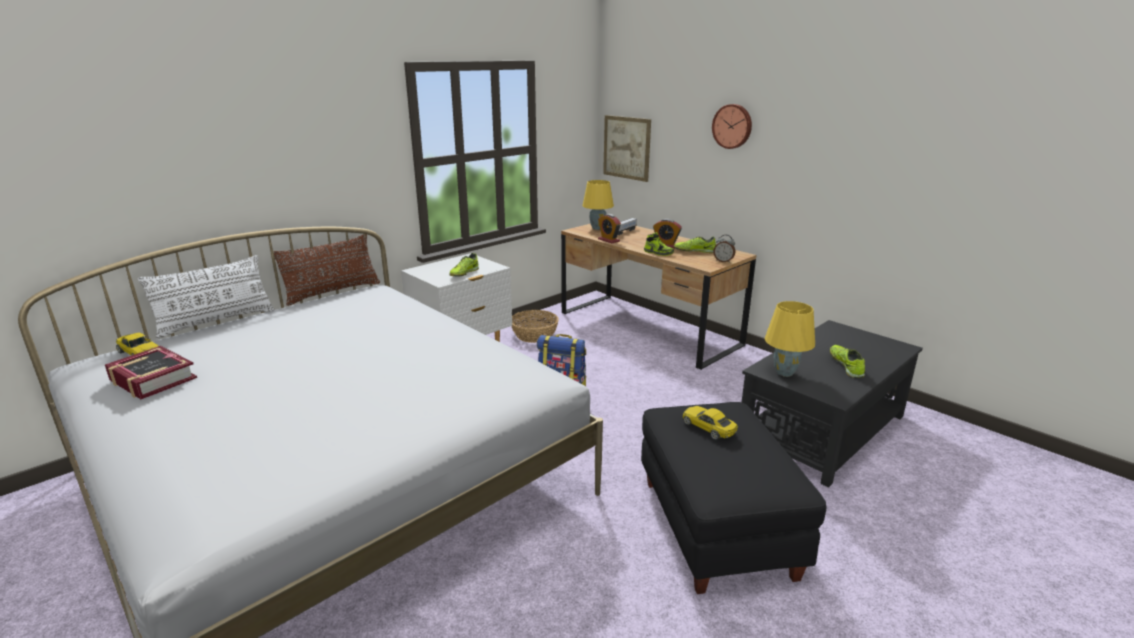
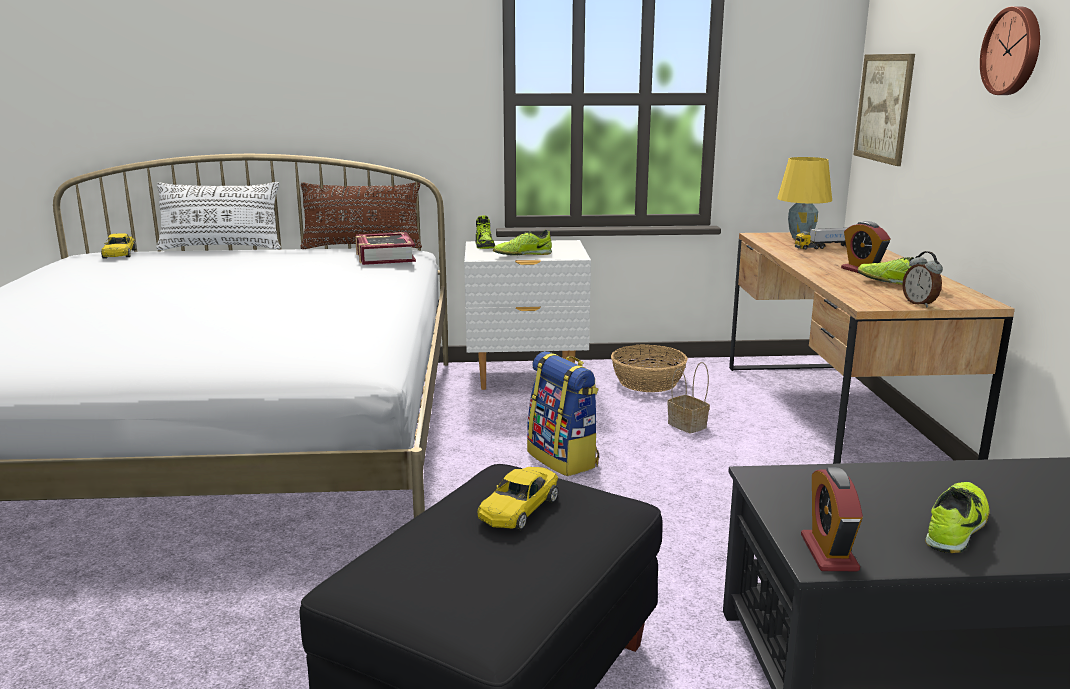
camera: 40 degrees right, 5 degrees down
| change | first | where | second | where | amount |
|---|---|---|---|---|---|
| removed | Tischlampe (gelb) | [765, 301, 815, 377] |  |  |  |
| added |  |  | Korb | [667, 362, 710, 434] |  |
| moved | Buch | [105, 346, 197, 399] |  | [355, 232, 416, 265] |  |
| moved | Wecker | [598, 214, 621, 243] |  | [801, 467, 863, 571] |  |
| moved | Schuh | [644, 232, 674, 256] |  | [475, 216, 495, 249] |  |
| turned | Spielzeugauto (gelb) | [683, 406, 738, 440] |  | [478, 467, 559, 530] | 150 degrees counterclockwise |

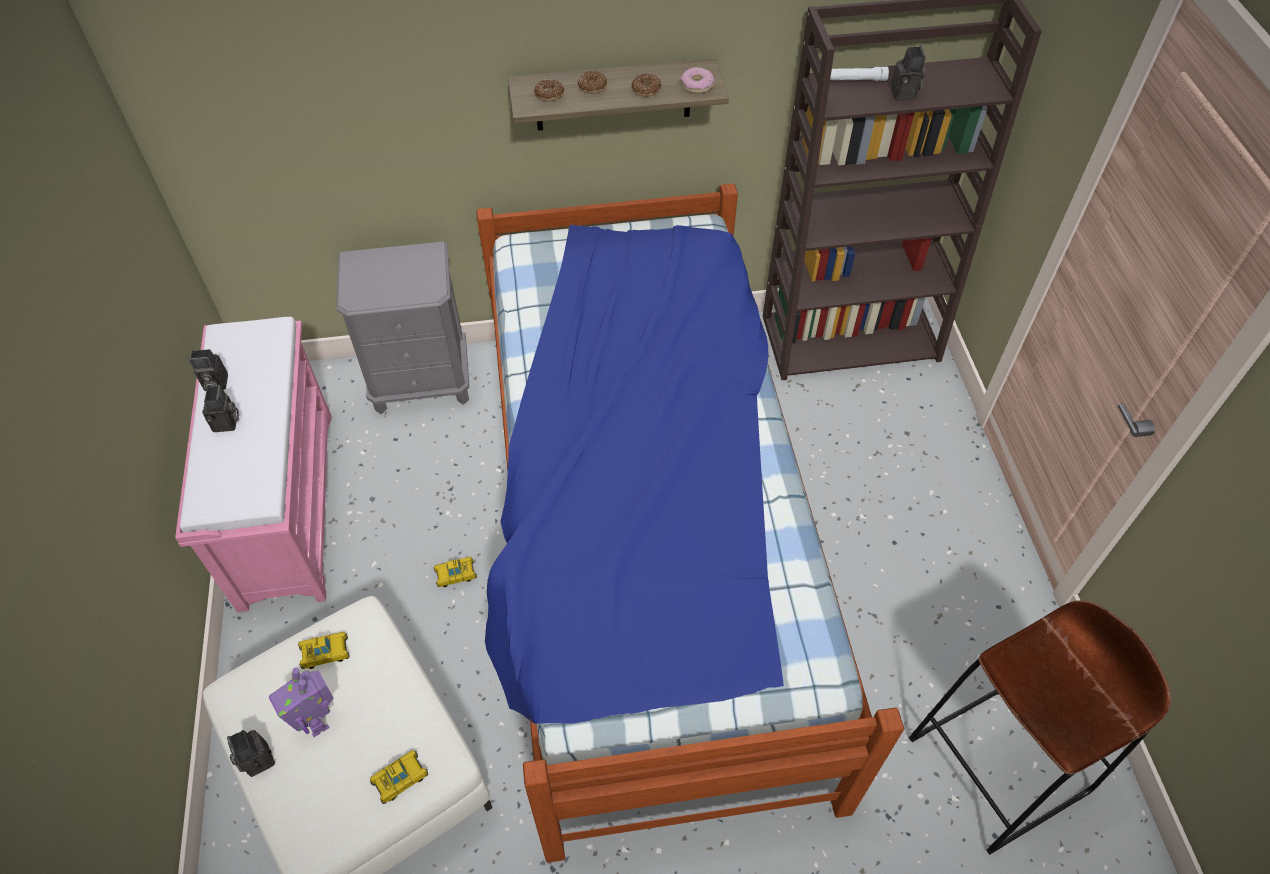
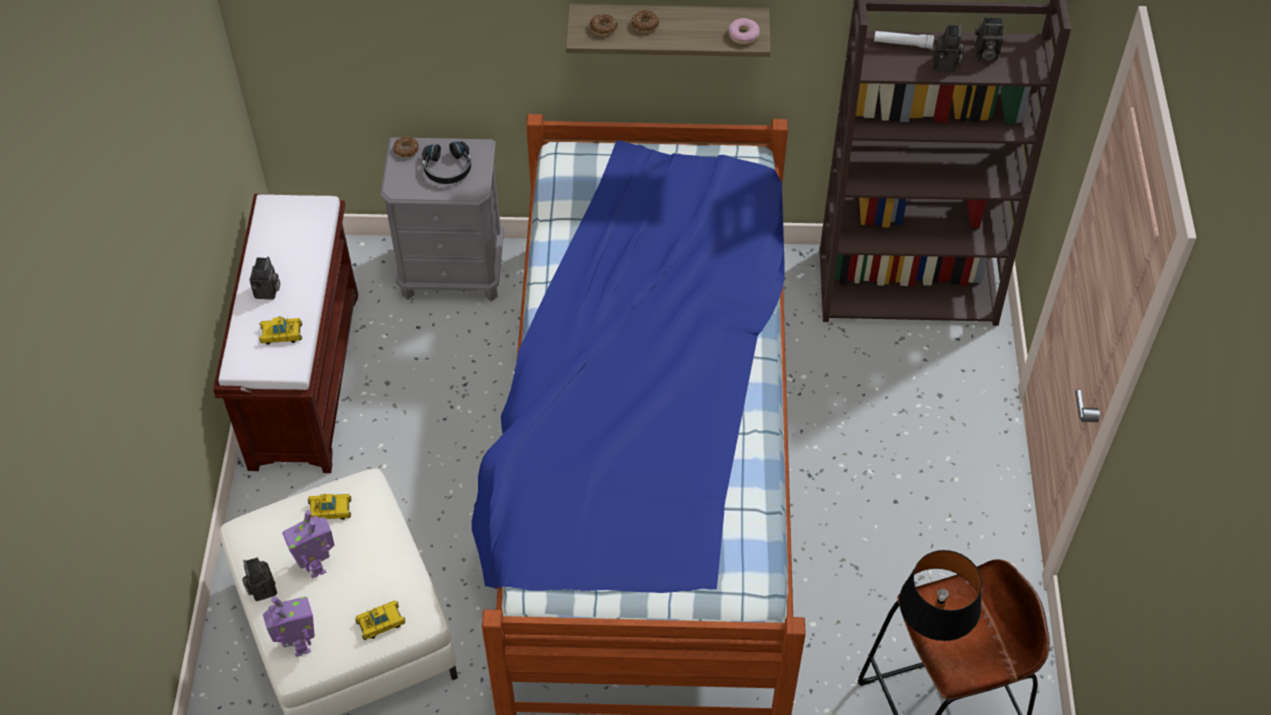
camera: 10 degrees right, 0 degrees up
| change | first | where | second | where | amount |
|---|---|---|---|---|---|
| added |  |  | Spielzeugroboter | [263, 596, 315, 657] |  |
| added |  |  | Kopfhörer (schwarz) | [422, 141, 471, 184] |  |
| added |  |  | Tischlampe (schwarz) | [899, 550, 982, 641] |  |
| moved | Kamera | [189, 349, 228, 391] |  | [975, 17, 1004, 61] |  |
| moved | Spielzeugauto | [433, 557, 477, 587] |  | [259, 316, 302, 345] |  |
| moved | Donut | [631, 74, 661, 96] |  | [393, 137, 419, 158] |  |
| recoloured | Bank (rosa) | [175, 317, 331, 612] | Bank (braun) | [213, 194, 358, 473] |  |

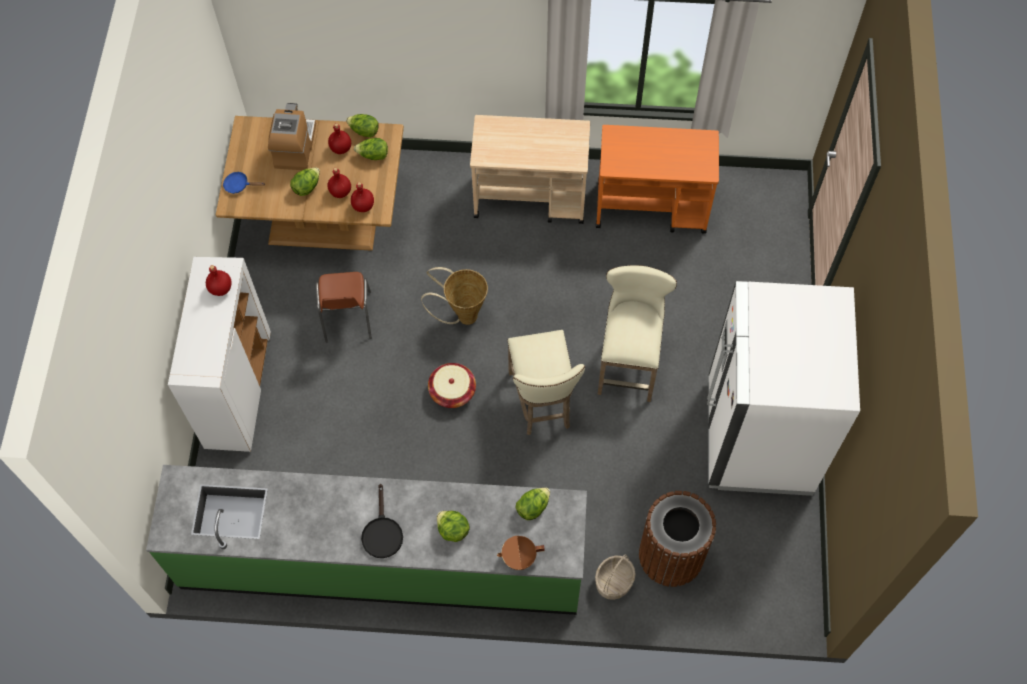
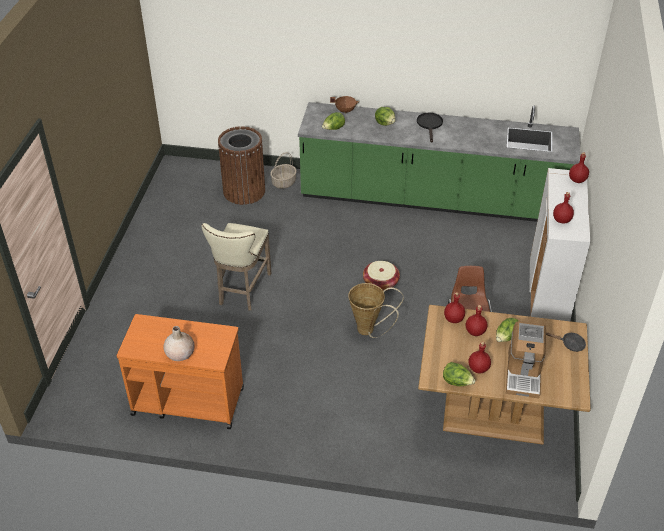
camera: 175 degrees left, 20 degrees down
| change | first | where | second | where | amount |
|---|---|---|---|---|---|
| removed | Salatkopf | [354, 138, 388, 160] |  |  |  |
| removed | Rollwagen (beige) | [470, 115, 590, 224] |  |  |  |
| removed | Hocker (beige) | [507, 330, 585, 435] |  |  |  |
| removed | Kühlschrank (weiß) | [707, 281, 860, 496] |  |  |  |
| added |  |  | Vase (beige) | [164, 326, 195, 361] |  |
| added |  |  | Flasche (rot) | [569, 152, 589, 183] |  |
| recoloured | Pfanne (blau) | [223, 171, 265, 194] | Pfanne (schwarz) | [546, 332, 586, 352] |  |

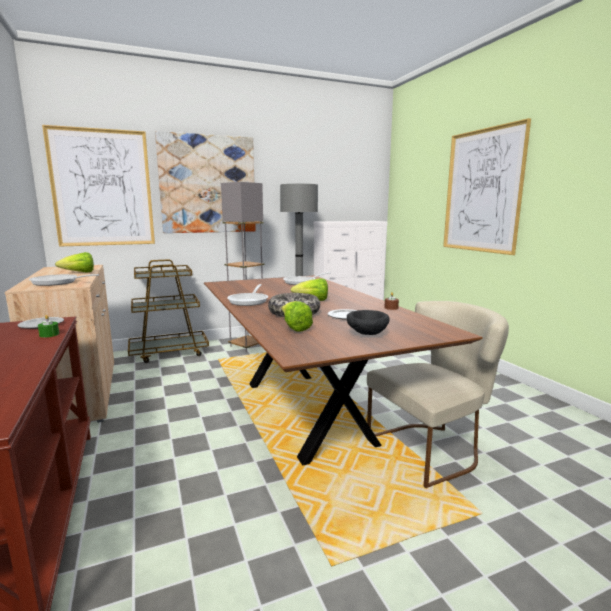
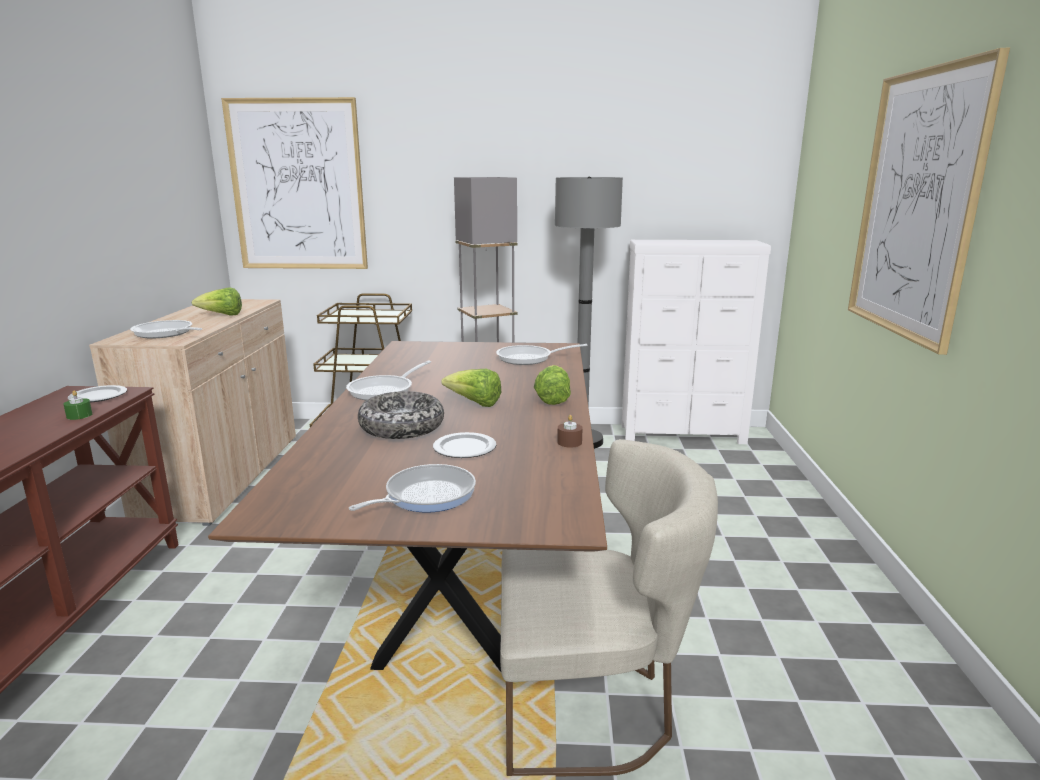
camera: 25 degrees right, 5 degrees up
| change | first | where | second | where | amount |
|---|---|---|---|---|---|
| removed | Bild | [155, 131, 256, 233] |  |  |  |
| moved | Salatkopf | [281, 301, 313, 332] |  | [534, 365, 571, 405] |  |
| replaced | Schüssel (schwarz) | [347, 310, 390, 335] | Pfanne | [349, 464, 476, 513] |  |

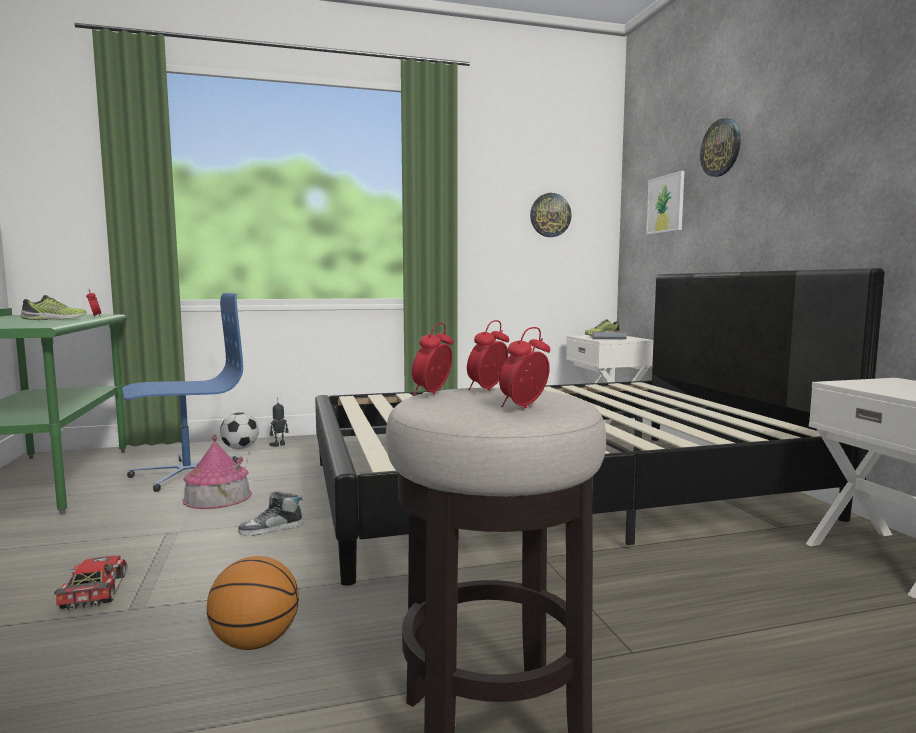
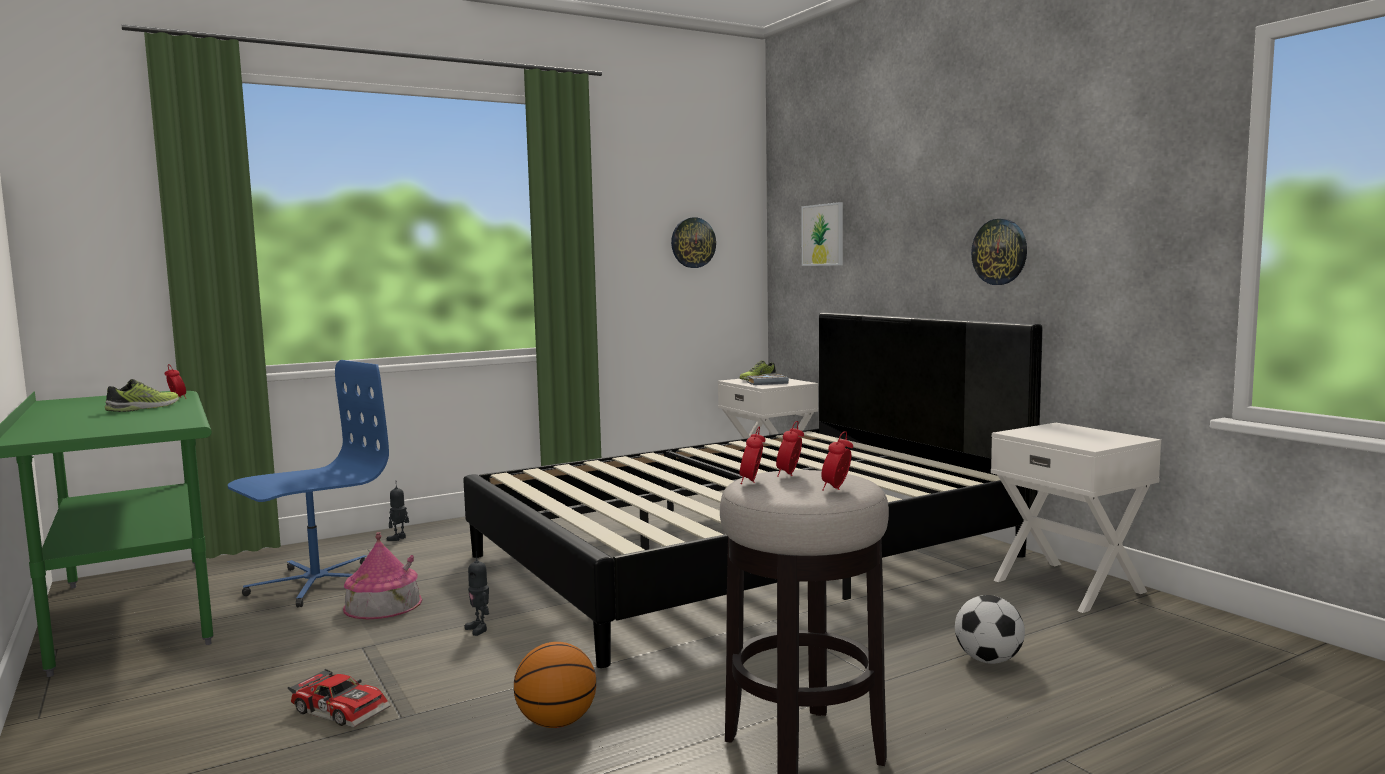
camera: 15 degrees left, 0 degrees up
| change | first | where | second | where | amount |
|---|---|---|---|---|---|
| moved | Fußball | [220, 412, 259, 449] |  | [955, 595, 1025, 664] |  |
| moved | Wanduhr | [700, 118, 741, 177] |  | [971, 219, 1027, 285] |  |
| replaced | Schuh | [238, 491, 303, 536] | Spielzeugroboter | [464, 551, 489, 636] |  |
| turned | Spielzeugauto | [54, 555, 128, 610] |  | [288, 669, 391, 727] | 150 degrees clockwise |

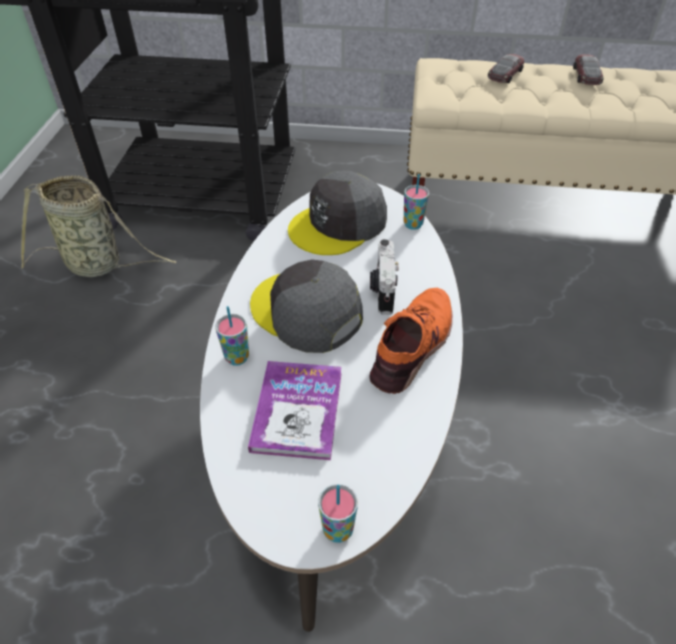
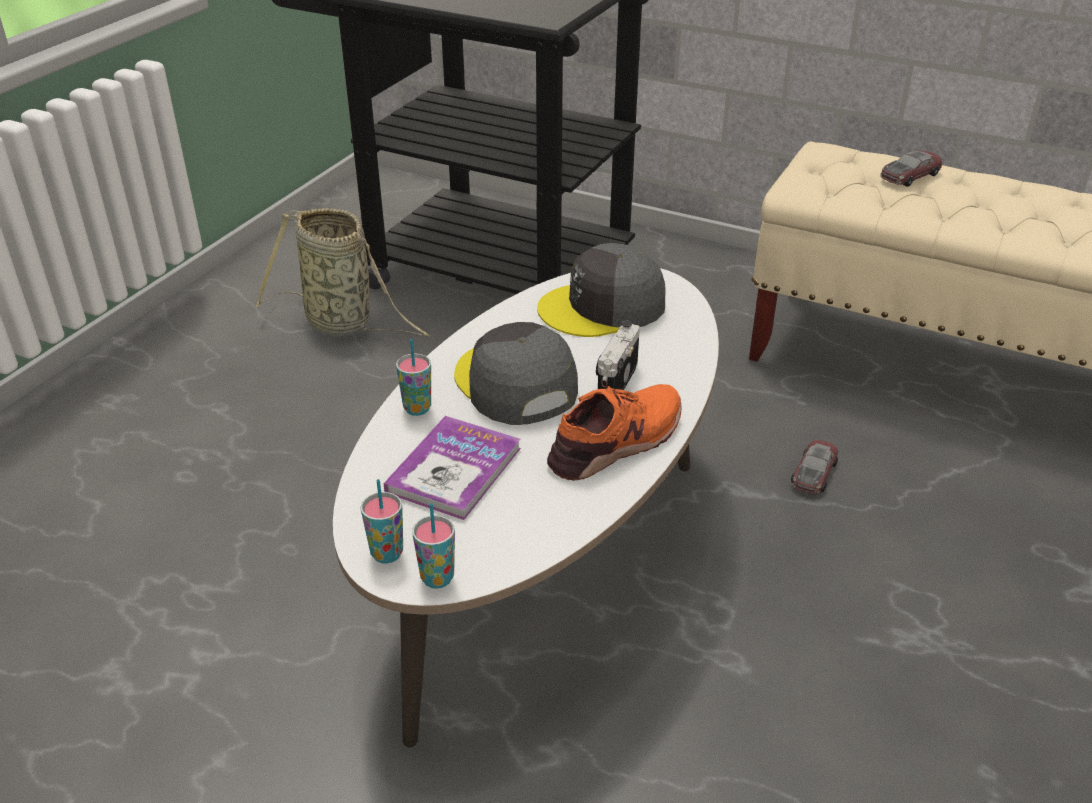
camera: 20 degrees right, 10 degrees down
| change | first | where | second | where | amount |
|---|---|---|---|---|---|
| moved | Tasse | [404, 174, 429, 230] |  | [360, 479, 403, 564] |  |
| moved | Spielzeugauto | [573, 54, 603, 85] |  | [791, 440, 838, 494] |  |

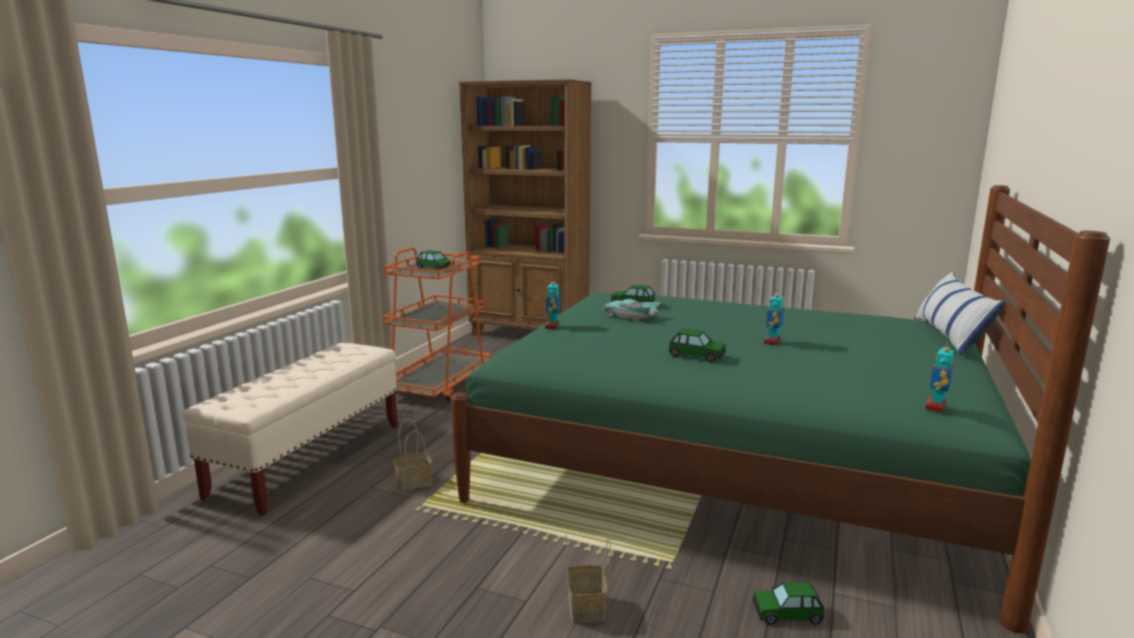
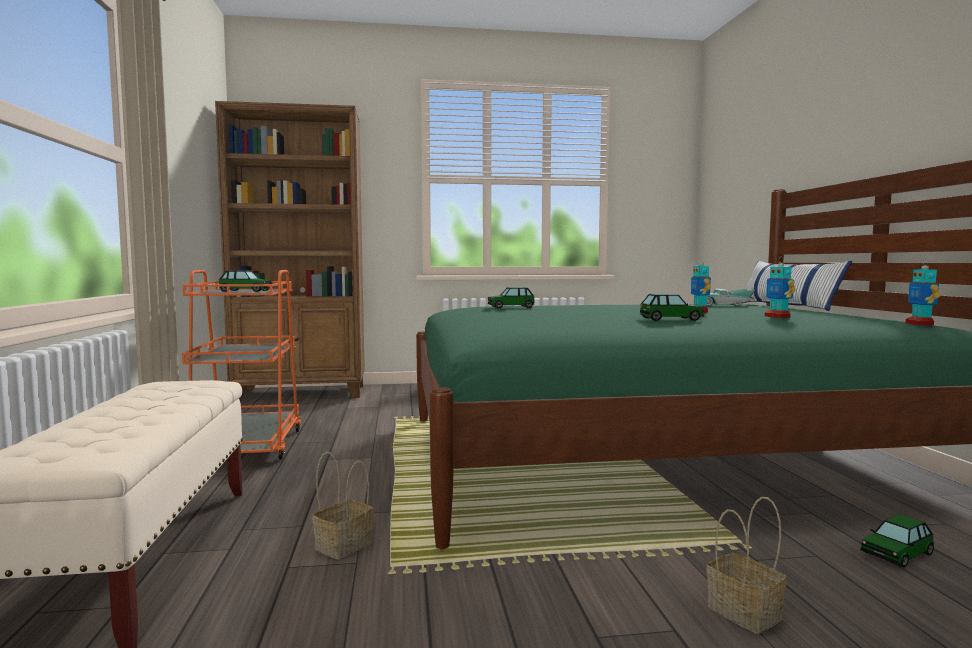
camera: 30 degrees left, 10 degrees down
| change | first | where | second | where | amount |
|---|---|---|---|---|---|
| moved | Spielzeugroboter | [545, 278, 561, 329] |  | [765, 258, 796, 318] |  |
| moved | Spielzeugauto (türkis) | [604, 299, 662, 321] |  | [706, 289, 755, 306] |  |

